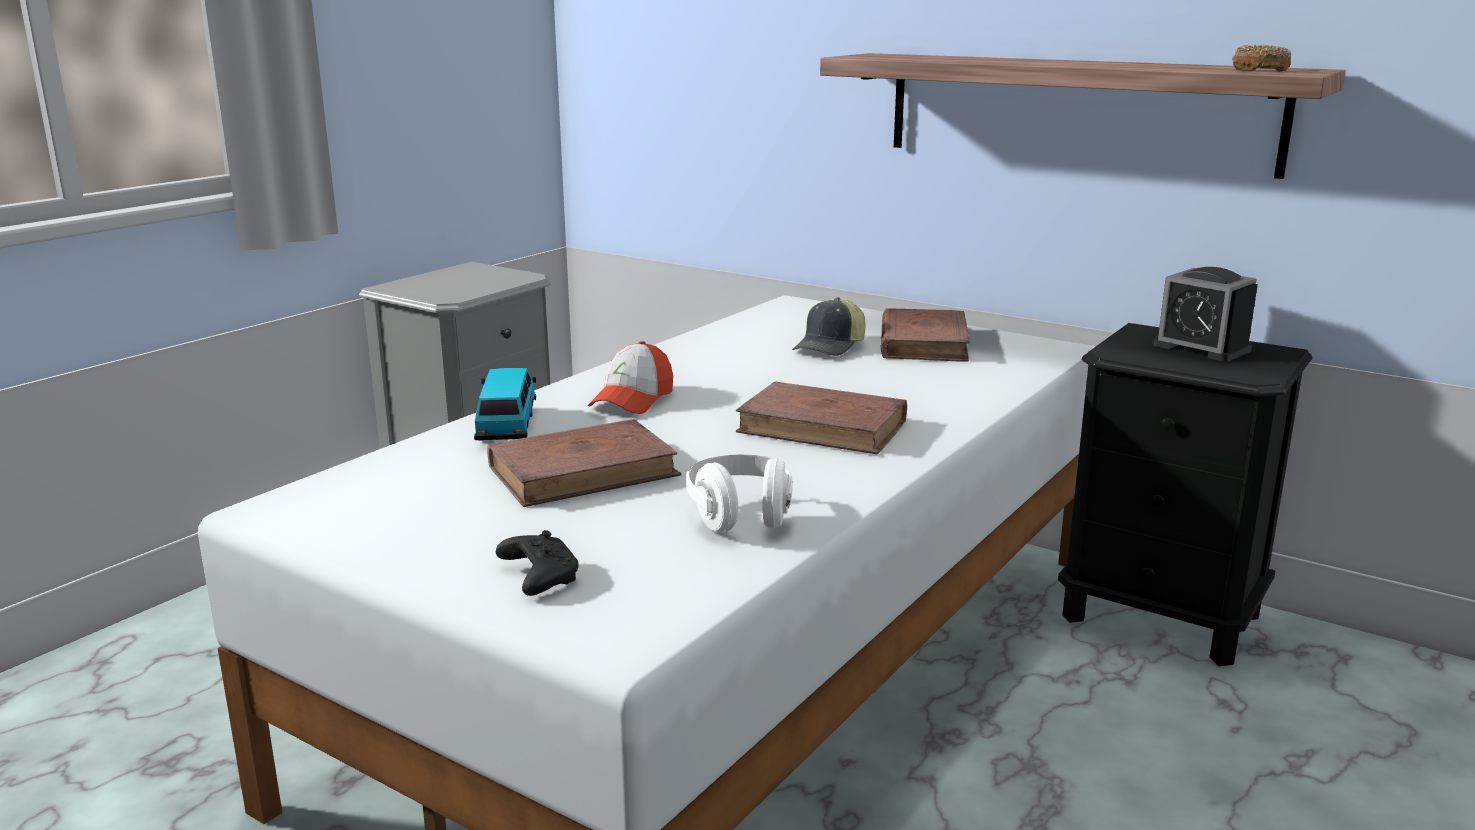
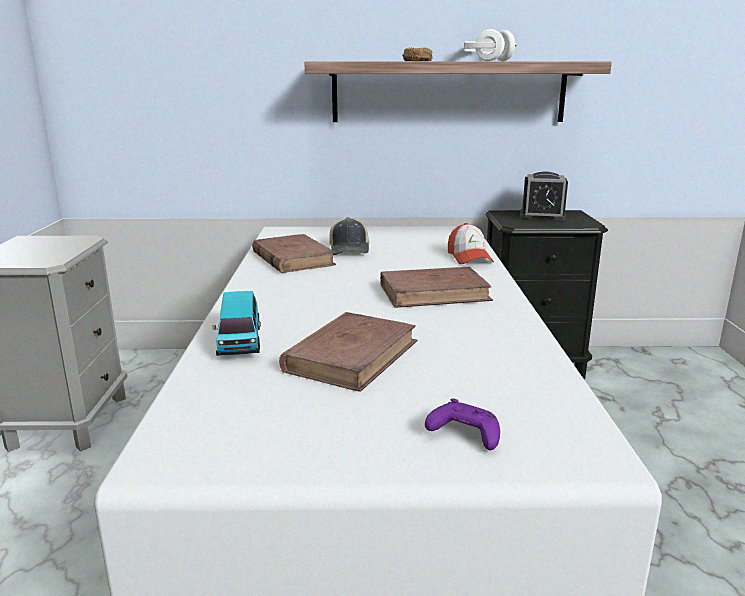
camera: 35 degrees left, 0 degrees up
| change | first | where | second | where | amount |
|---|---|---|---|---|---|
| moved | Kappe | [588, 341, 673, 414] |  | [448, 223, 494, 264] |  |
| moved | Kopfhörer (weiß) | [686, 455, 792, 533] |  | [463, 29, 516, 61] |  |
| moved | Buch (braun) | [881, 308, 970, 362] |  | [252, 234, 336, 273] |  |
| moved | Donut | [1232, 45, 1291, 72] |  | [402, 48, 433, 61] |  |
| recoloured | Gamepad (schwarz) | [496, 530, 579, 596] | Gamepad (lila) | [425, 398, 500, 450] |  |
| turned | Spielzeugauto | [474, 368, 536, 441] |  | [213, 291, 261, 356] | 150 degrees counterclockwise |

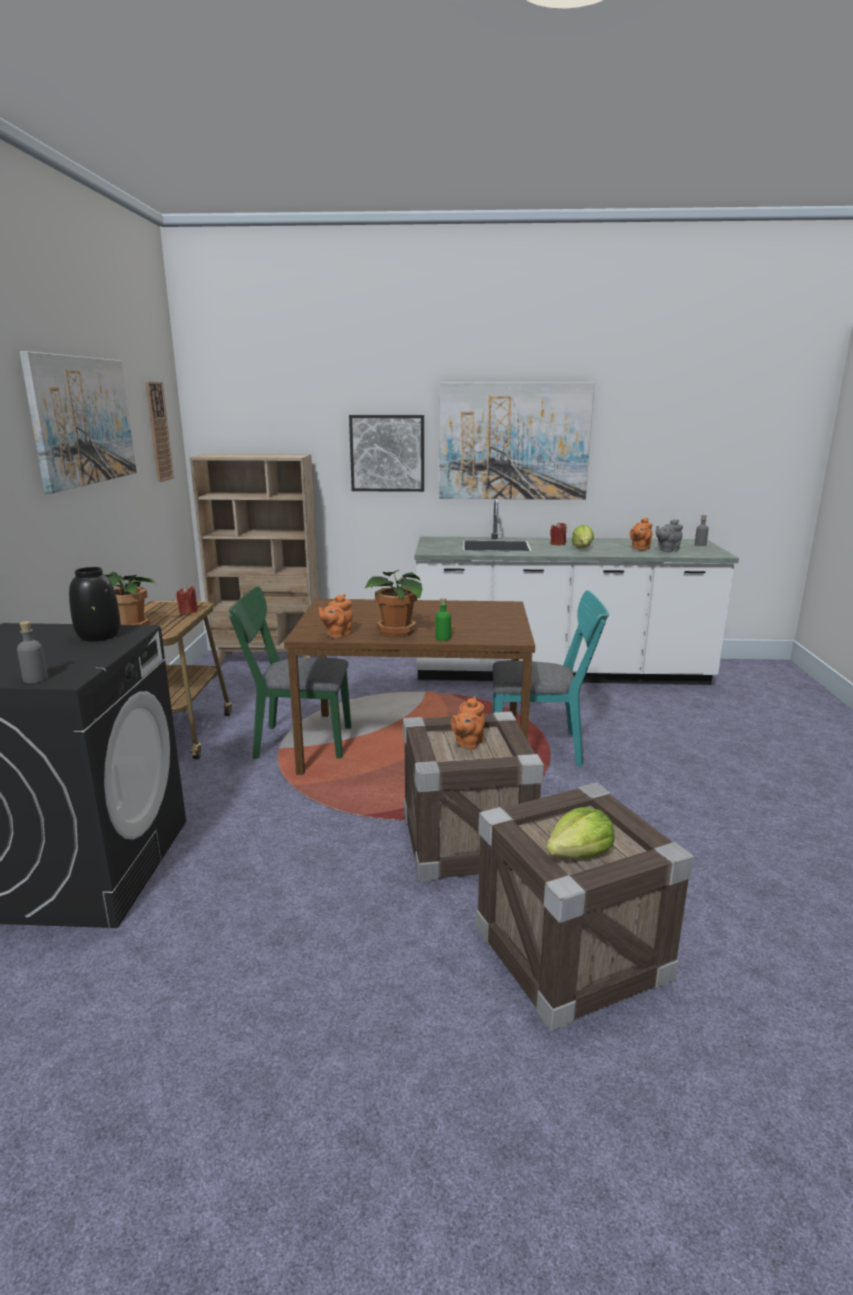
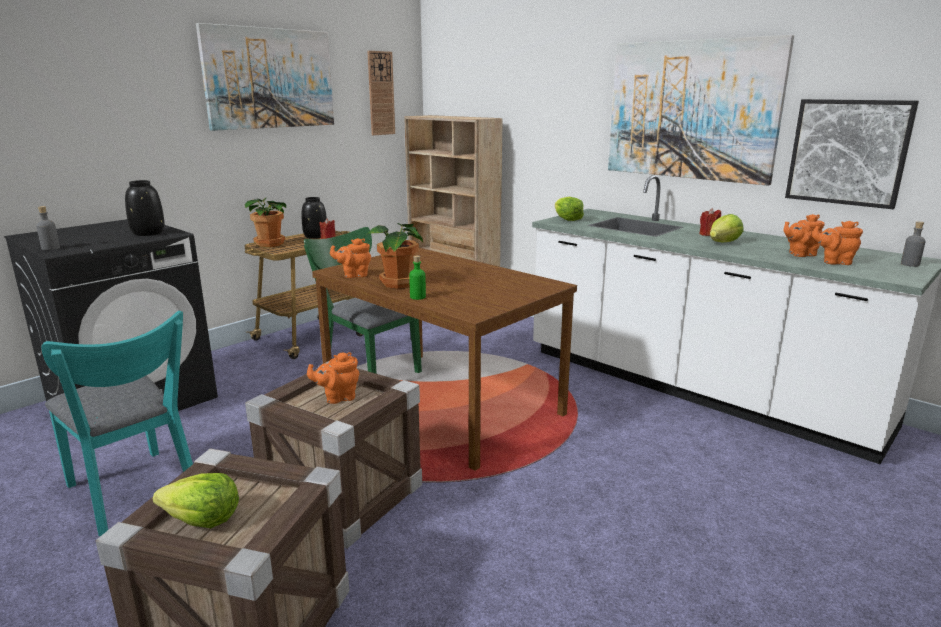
camera: 40 degrees right, 0 degrees up
| change | first | where | second | where | amount |
|---|---|---|---|---|---|
| added |  |  | Vase (schwarz) | [302, 197, 327, 239] |  |
| added |  |  | Salatkopf | [555, 197, 584, 221] |  |
| moved | Bild | [349, 415, 424, 492] |  | [785, 99, 919, 209] |  |
| moved | Stuhl (türkis) | [492, 591, 609, 767] |  | [42, 311, 193, 536] |  |
| recoloured | Teekanne (grau) | [656, 519, 683, 552] | Teekanne (orange) | [812, 221, 863, 265] |  |

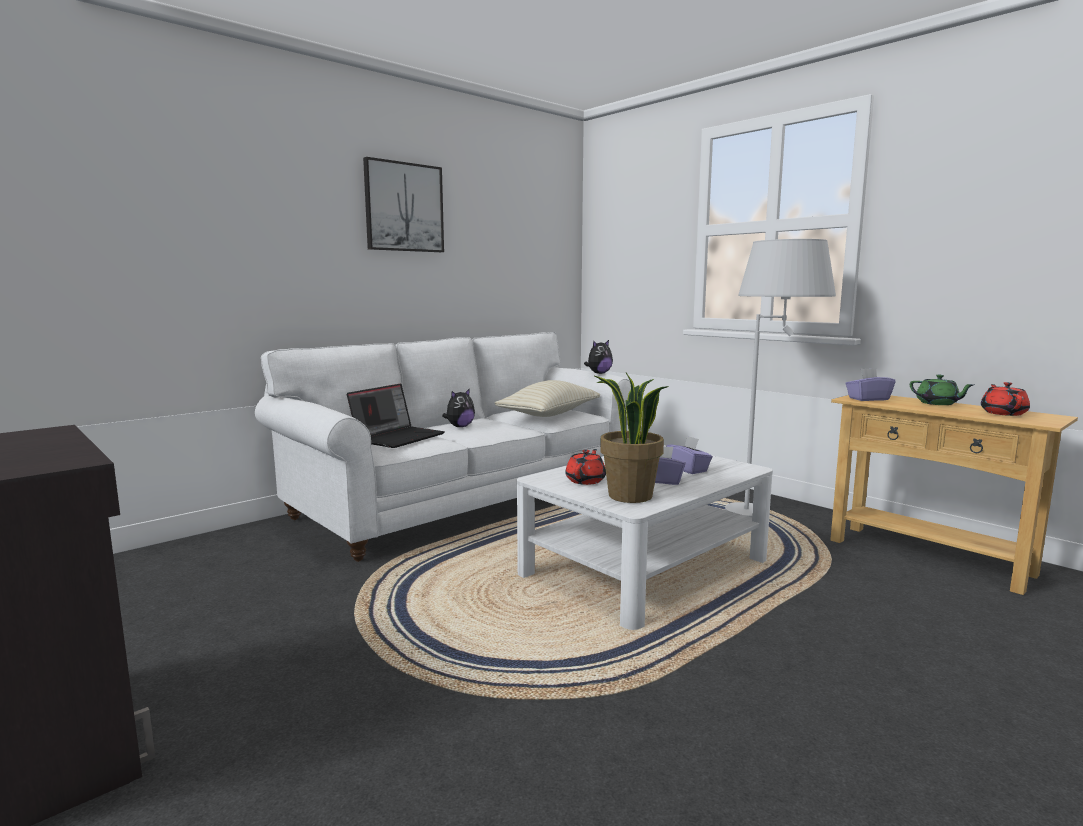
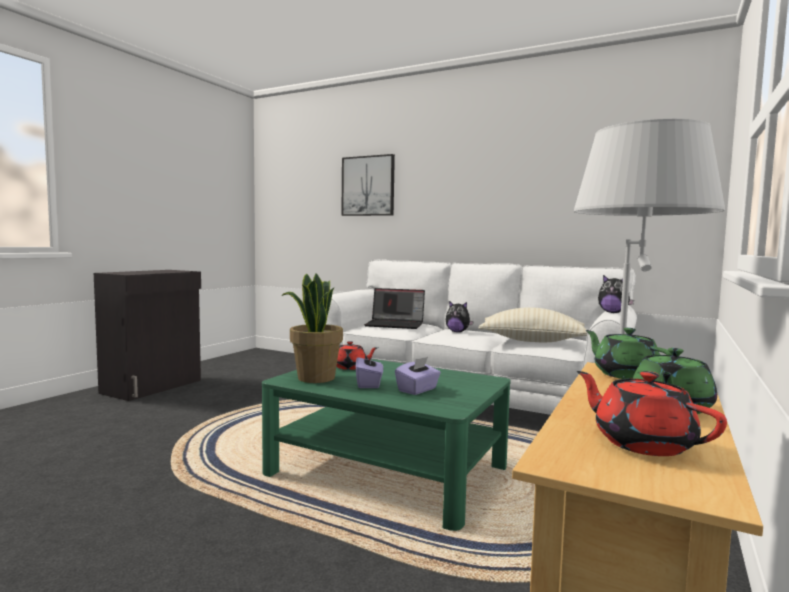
camera: 70 degrees right, 5 degrees down
| change | first | where | second | where | amount |
|---|---|---|---|---|---|
| moved | Bild | [363, 157, 444, 252] |  | [341, 154, 395, 216] |  |
| replaced | Taschentuchbox (lila) | [846, 368, 896, 401] | Teekanne (grün) | [585, 328, 671, 379] |  |
| recoloured | Couchtisch (weiß) | [517, 445, 773, 630] | Couchtisch (grün) | [262, 359, 511, 531] |  |
| turned | Teekanne (rot) | [981, 382, 1030, 416] |  | [577, 371, 727, 456] | 120 degrees counterclockwise |

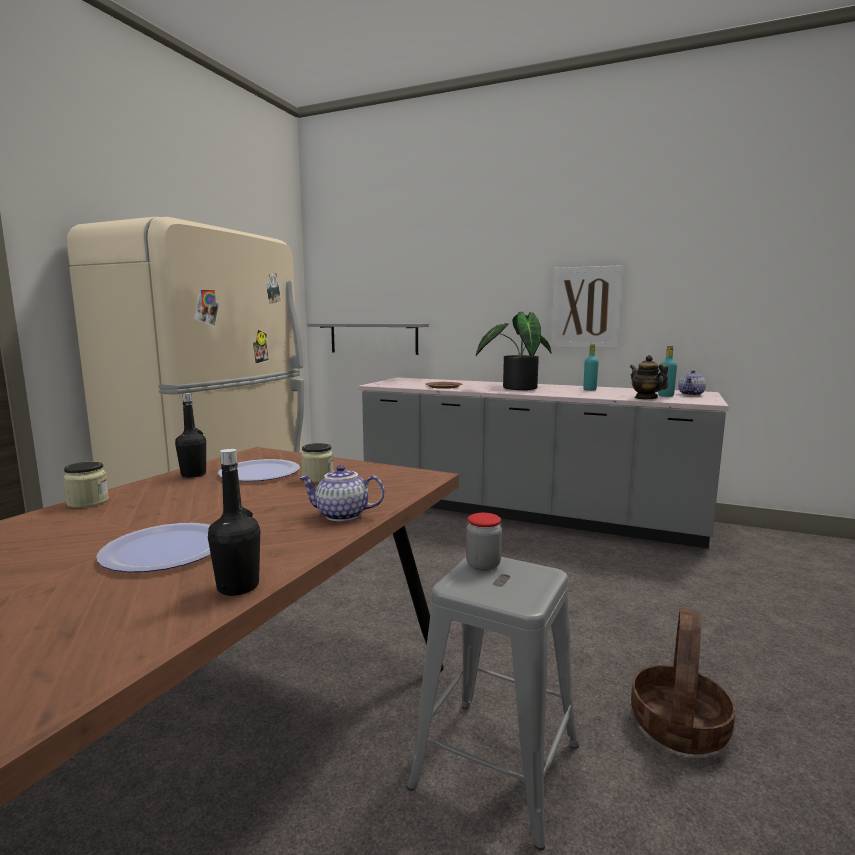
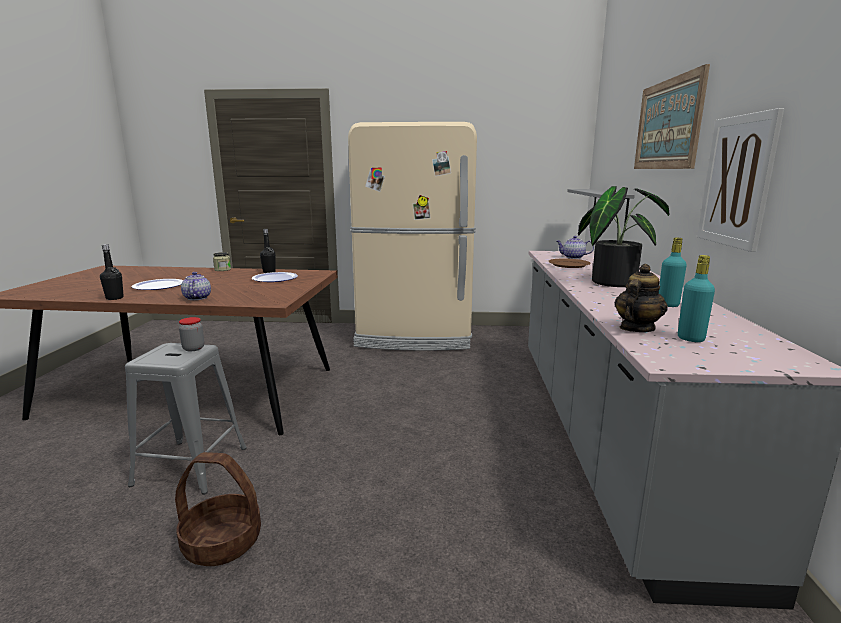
camera: 70 degrees right, 5 degrees up
| change | first | where | second | where | amount |
|---|---|---|---|---|---|
| removed | Vorratsglas | [301, 443, 333, 483] |  |  |  |
| added |  |  | Bild | [634, 64, 710, 169] |  |
| moved | Teekanne | [678, 370, 706, 396] |  | [556, 236, 594, 259] |  |

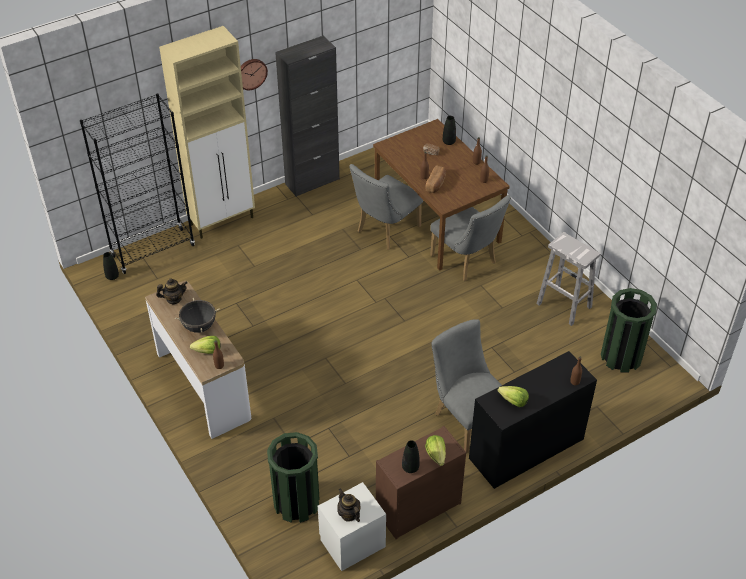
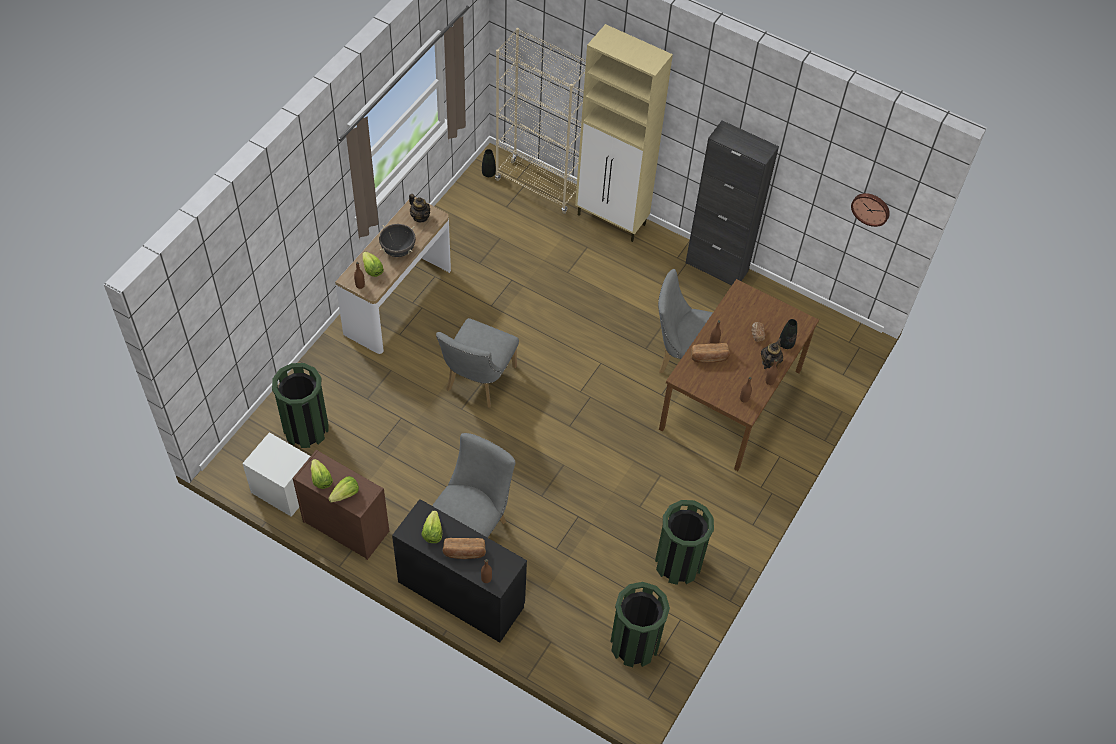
camera: 60 degrees right, 10 degrees up
| change | first | where | second | where | amount |
|---|---|---|---|---|---|
| added |  |  | Brot | [443, 538, 486, 559] |  |
| moved | Wanduhr | [241, 59, 268, 90] |  | [851, 193, 890, 227] |  |
| moved | Teekanne | [337, 488, 361, 522] |  | [761, 338, 783, 369] |  |
| moved | Stuhl (grau) | [430, 195, 511, 281] |  | [436, 318, 519, 407] |  |
| replaced | Vase (schwarz) | [402, 440, 420, 473] | Salatkopf | [311, 459, 333, 489] |  |
| replaced | Hocker (weiß) | [536, 232, 601, 326] | Mülleimer (grün) | [655, 500, 714, 585] |  |
| recoloured | Bücherregal (schwarz) | [80, 93, 195, 274] | Bücherregal (beige) | [495, 28, 586, 214] |  |

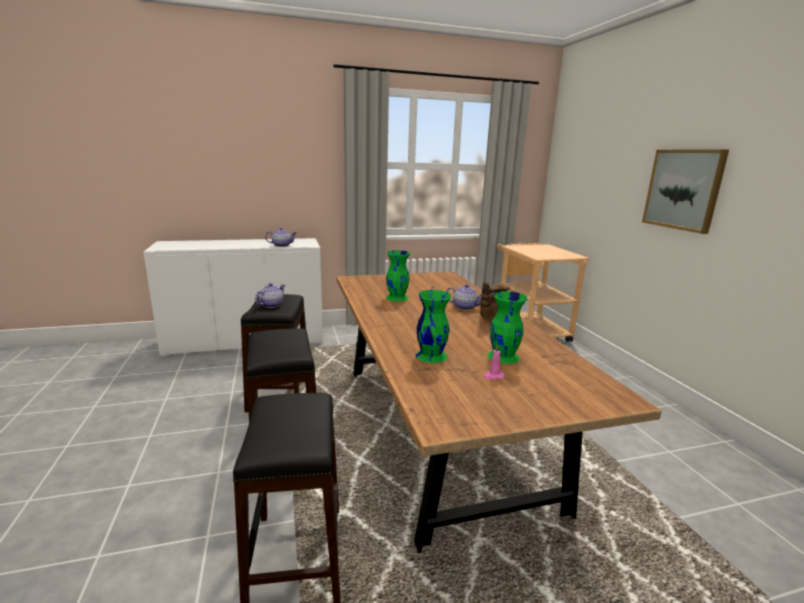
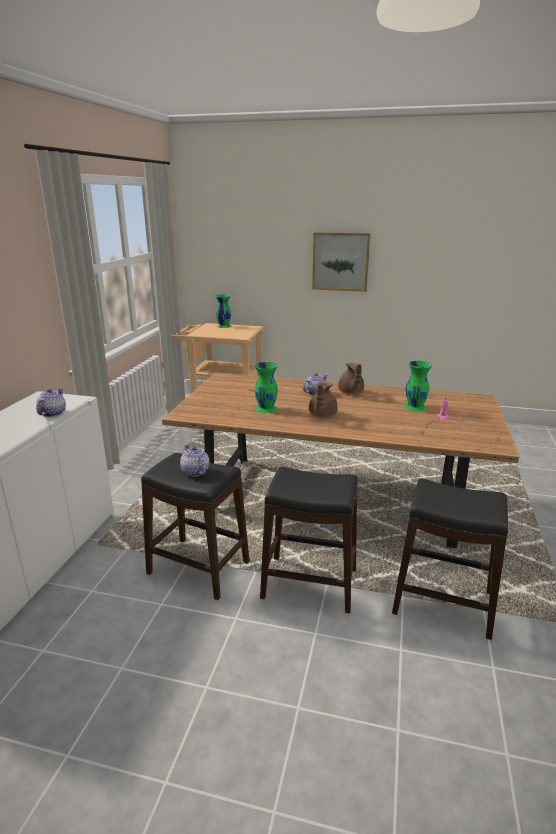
camera: 60 degrees left, 5 degrees up
| change | first | where | second | where | amount |
|---|---|---|---|---|---|
| added |  |  | Teekanne (braun) | [309, 382, 338, 417] |  |
| moved | Vase (grün) | [416, 290, 452, 363] |  | [215, 294, 231, 328] |  |

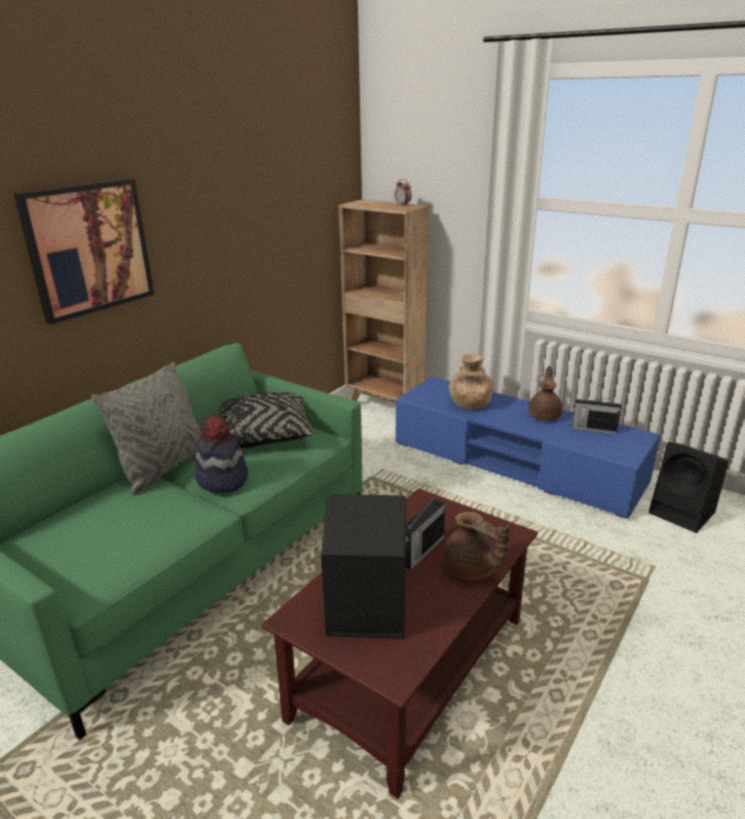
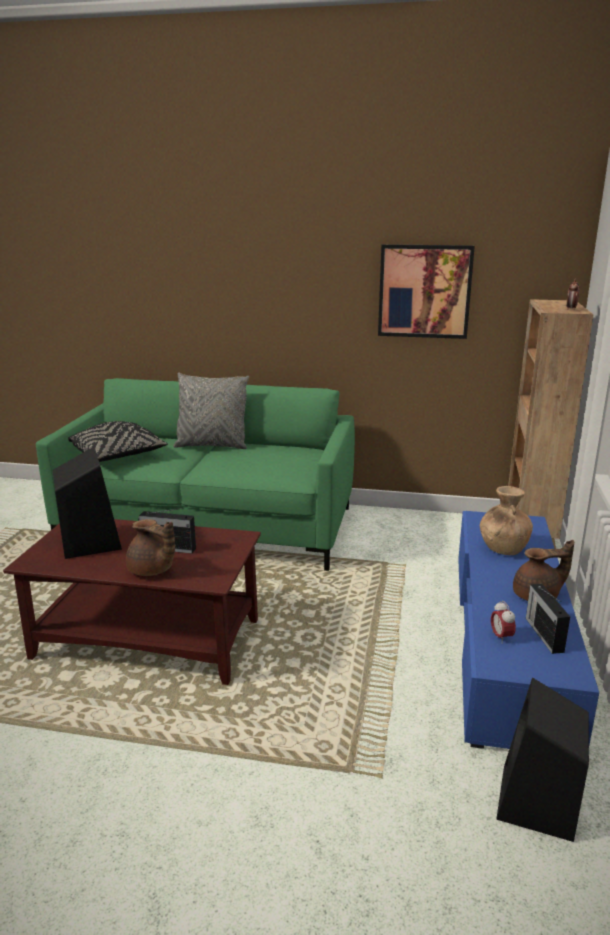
camera: 65 degrees right, 5 degrees down
| change | first | where | second | where | amount |
|---|---|---|---|---|---|
| removed | Hut | [195, 414, 248, 493] |  |  |  |
| added |  |  | Wecker | [491, 601, 516, 644] |  |
| moved | Bild | [14, 179, 154, 325] |  | [378, 244, 475, 339] |  |
| moved | Kissen (schwarz) | [220, 392, 314, 448] |  | [68, 421, 168, 462] |  |
| turned | Teekanne (braun) | [443, 512, 510, 580] |  | [126, 519, 175, 576] | 75 degrees counterclockwise |

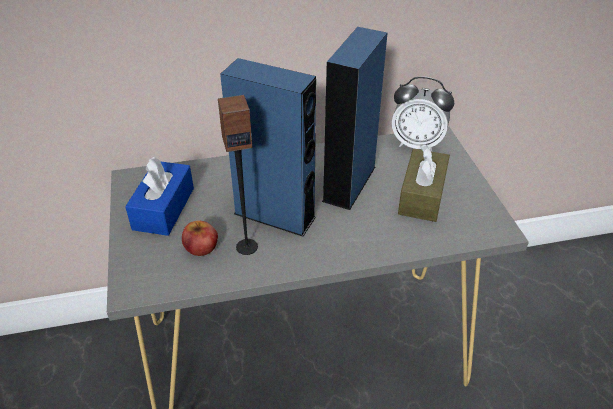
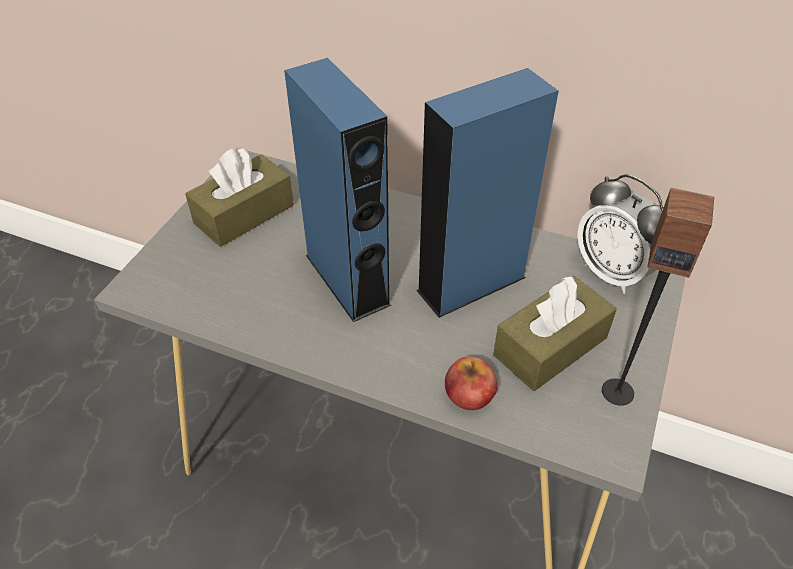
camera: 35 degrees right, 5 degrees up
| change | first | where | second | where | amount |
|---|---|---|---|---|---|
| moved | Apfel | [182, 220, 218, 256] |  | [445, 356, 497, 410] |  |
| moved | Lautsprecher | [218, 95, 258, 255] |  | [602, 188, 714, 406] |  |
| recoloured | Taschentuchbox (blau) | [125, 157, 194, 236] | Taschentuchbox (braun) | [185, 148, 294, 247] |  |

